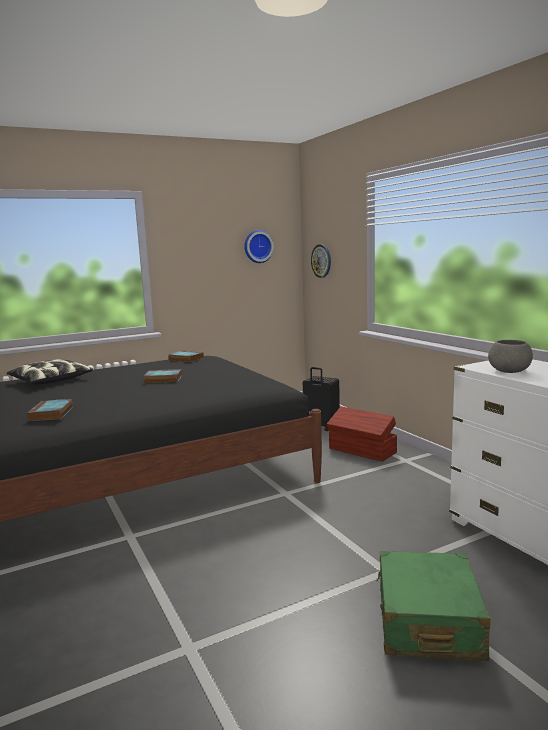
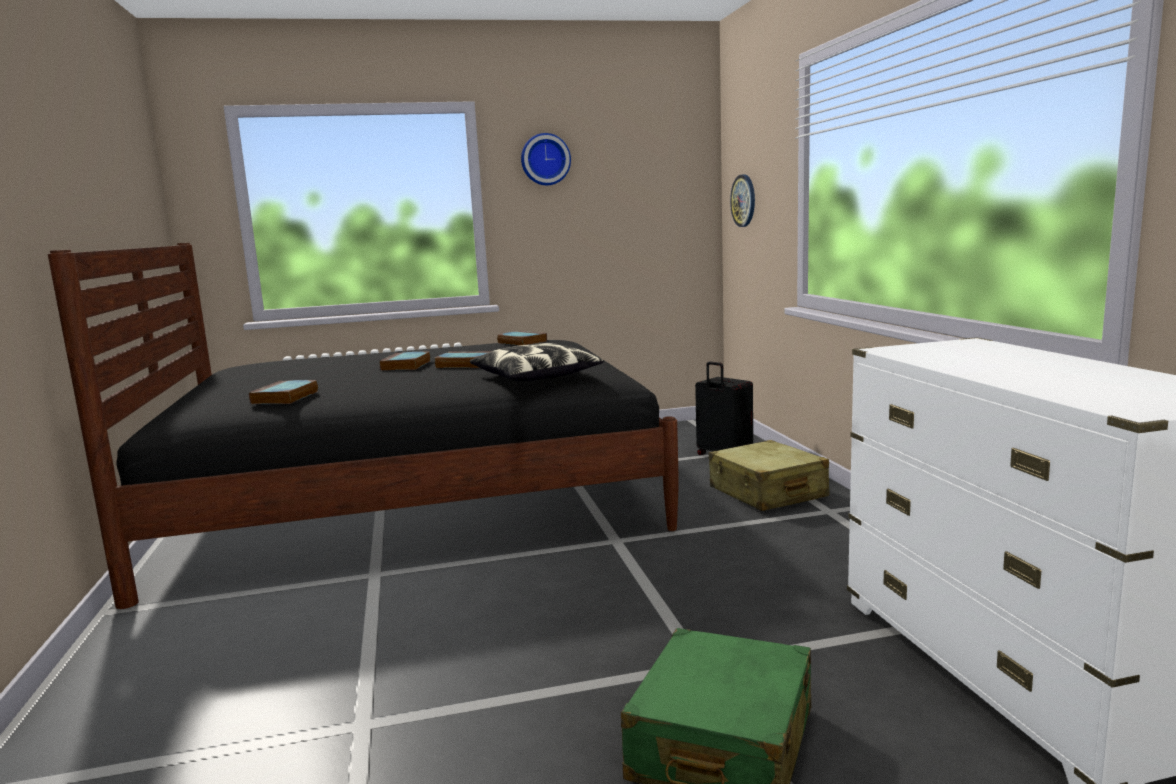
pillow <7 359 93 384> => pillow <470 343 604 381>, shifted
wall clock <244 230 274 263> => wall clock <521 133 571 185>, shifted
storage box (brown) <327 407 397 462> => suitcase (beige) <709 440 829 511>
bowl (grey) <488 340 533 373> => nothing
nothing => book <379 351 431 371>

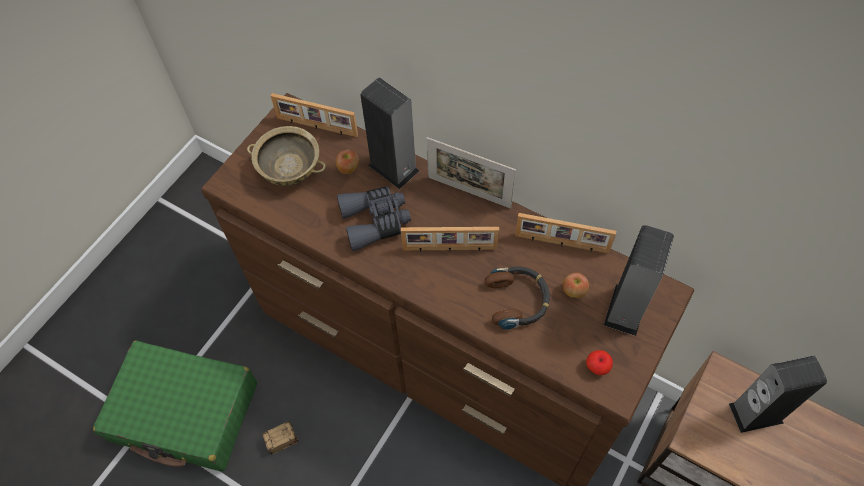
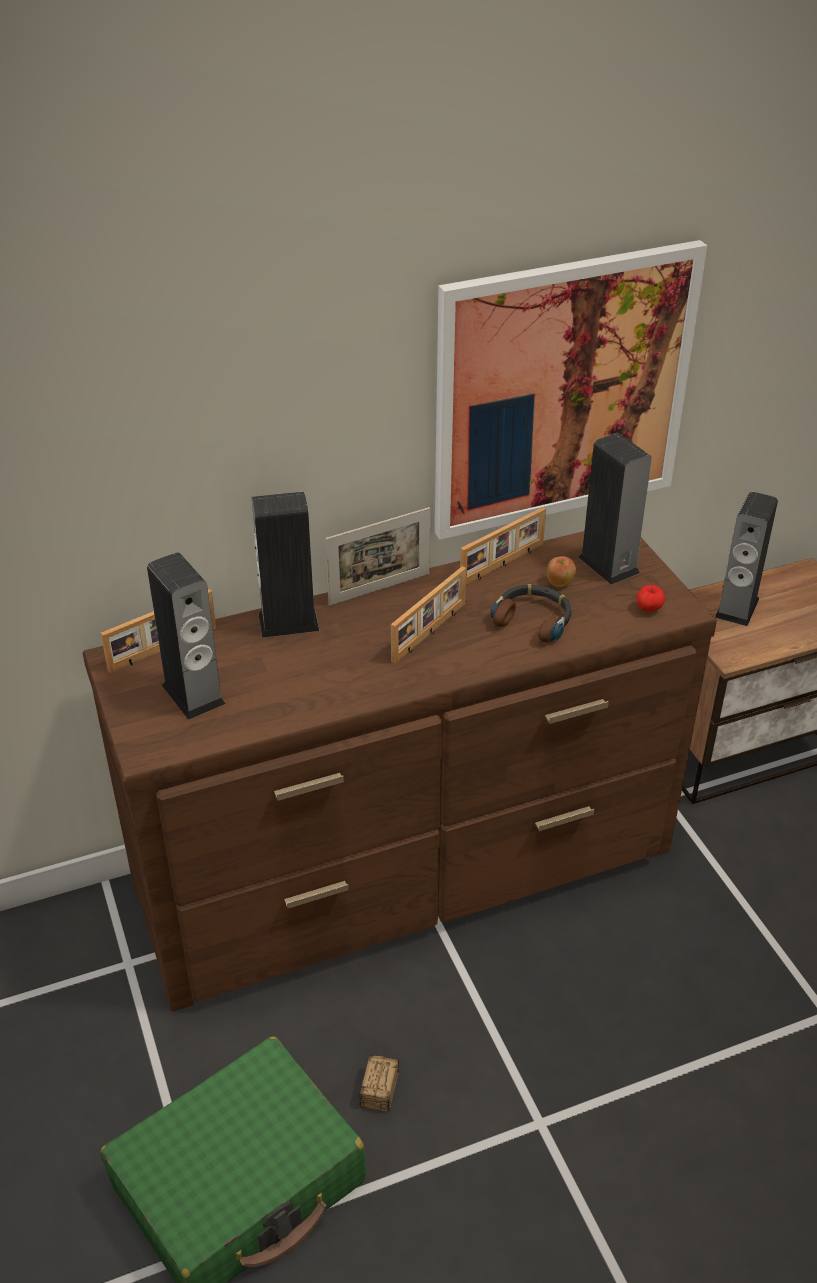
bowl (beige) <247 126 326 186> => speaker <147 553 225 720>
apple <336 150 359 174> => nothing
binoculars (grey) <337 186 411 251> => nothing
nothing => picture <435 240 708 540>

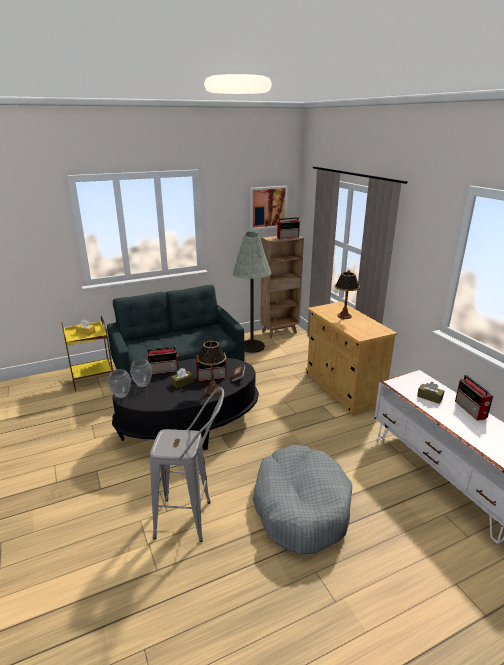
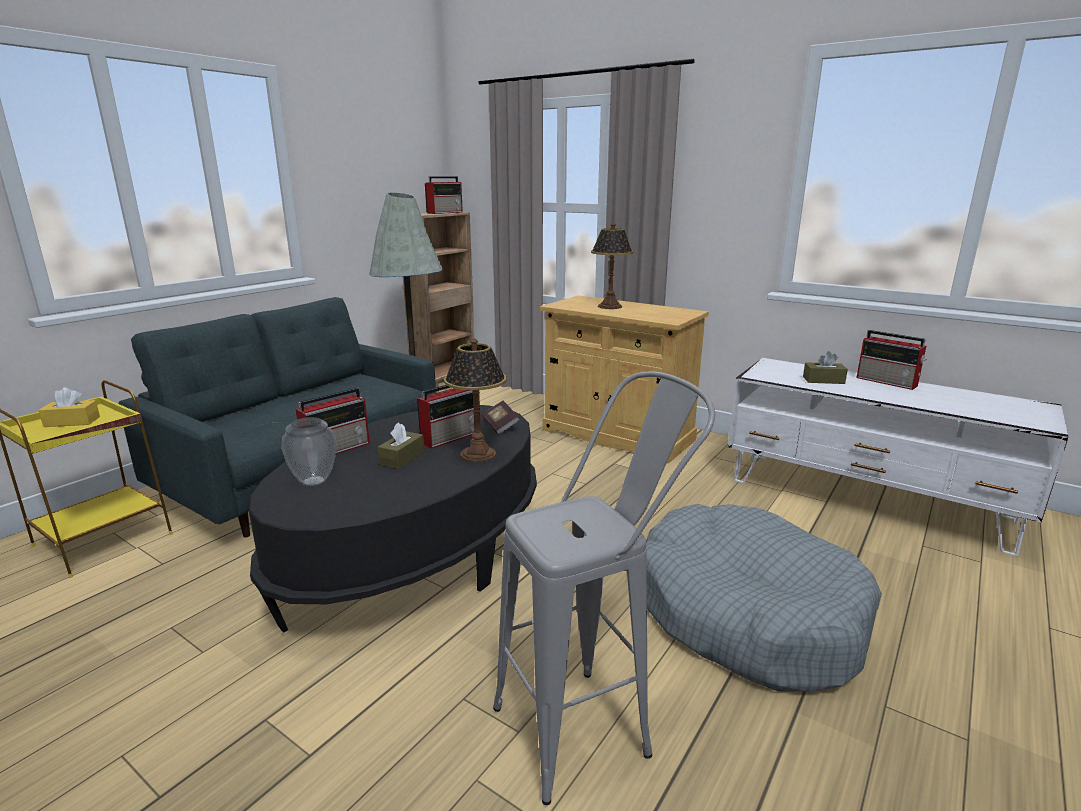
vase <108 369 131 398> => nothing
picture <250 186 288 230> => nothing

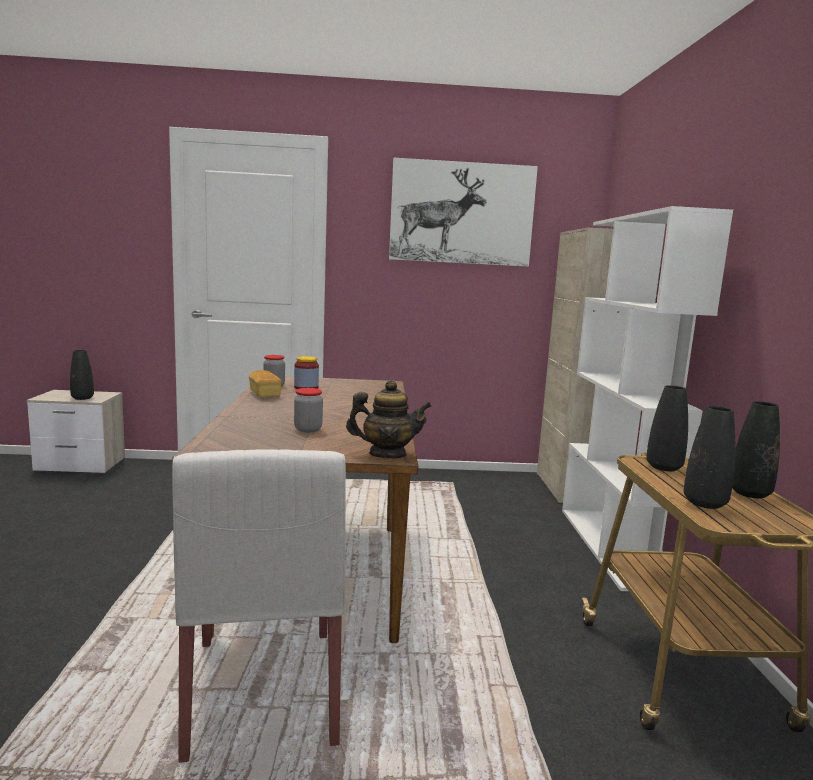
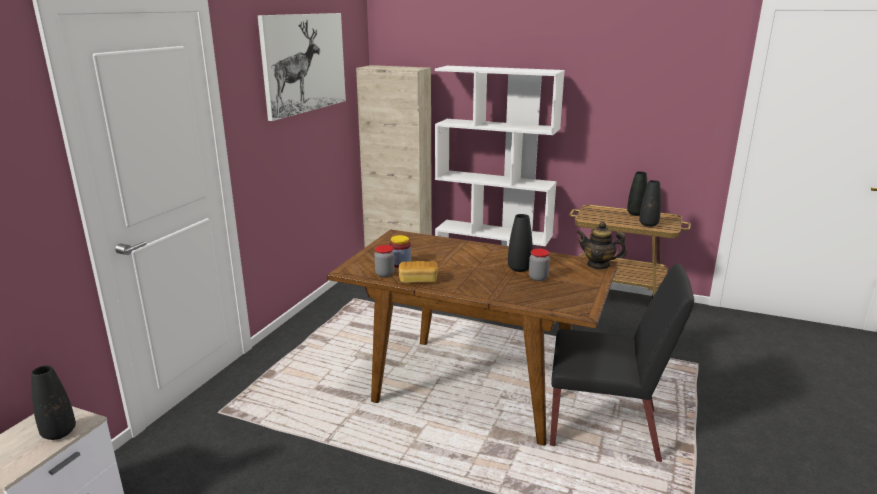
chair (white) <172 449 346 763> => chair (black) <550 263 694 462>
teapot <346 380 432 459> => teapot <577 222 627 270>, 90 degrees counterclockwise
vase (black) <646 385 688 471> => vase (black) <508 214 533 272>, shifted

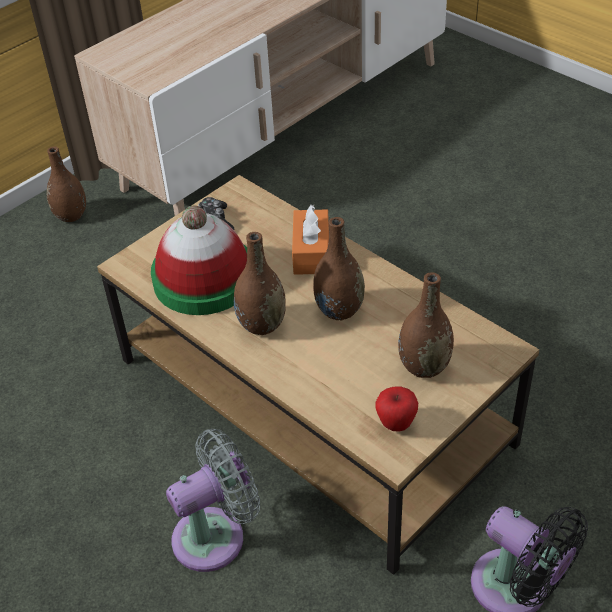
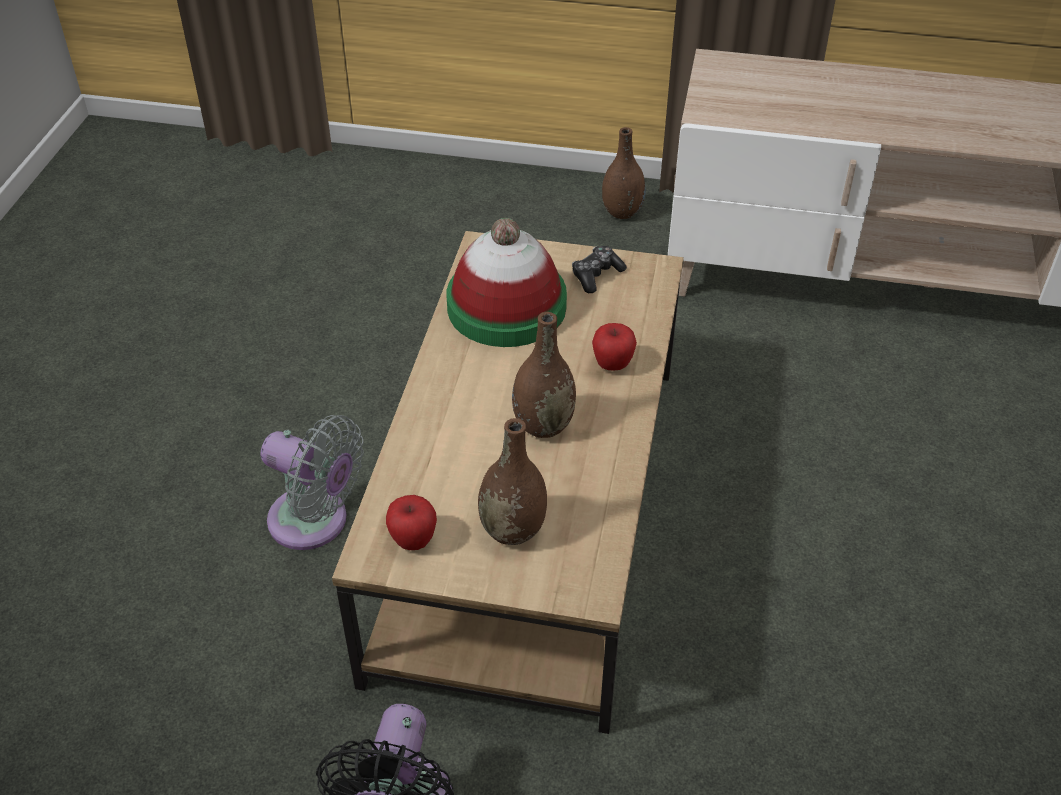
vase (brown) <234 232 286 335> => nothing
tissue box (orange) <292 205 329 275> => apple <592 323 637 371>

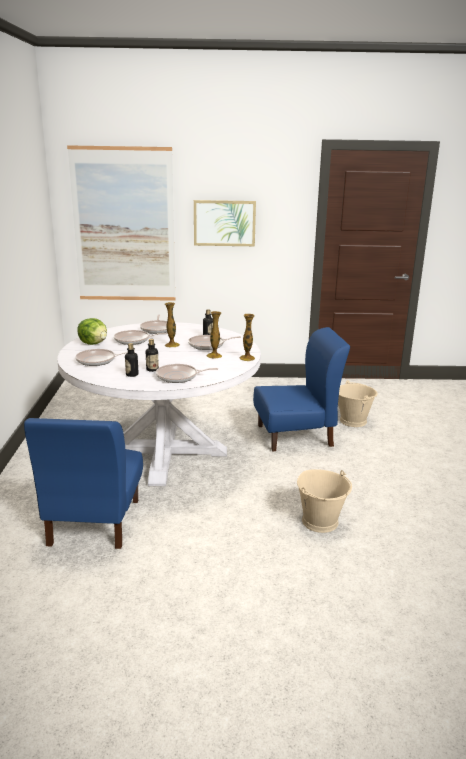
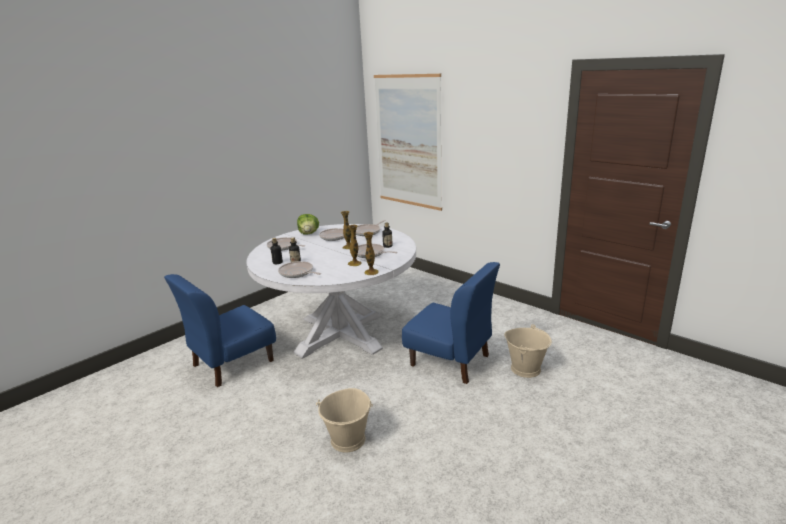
picture <194 200 256 246> => nothing

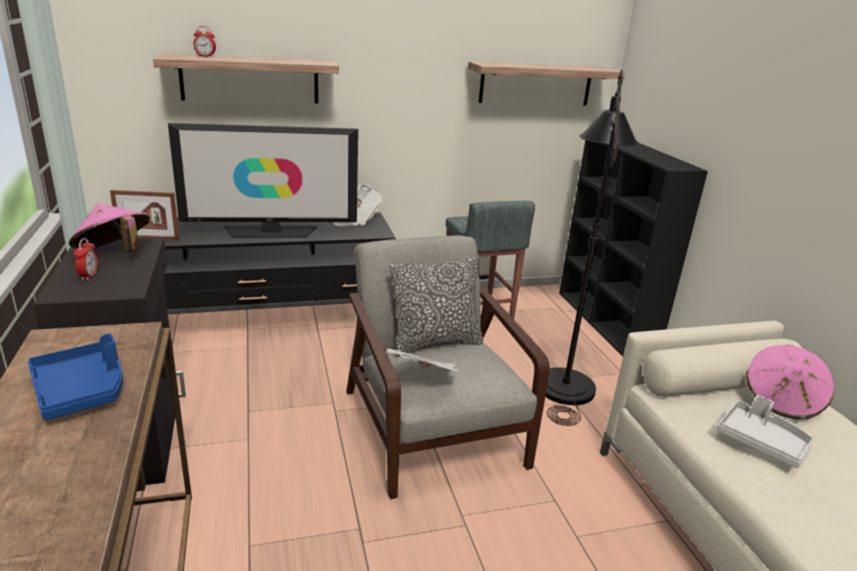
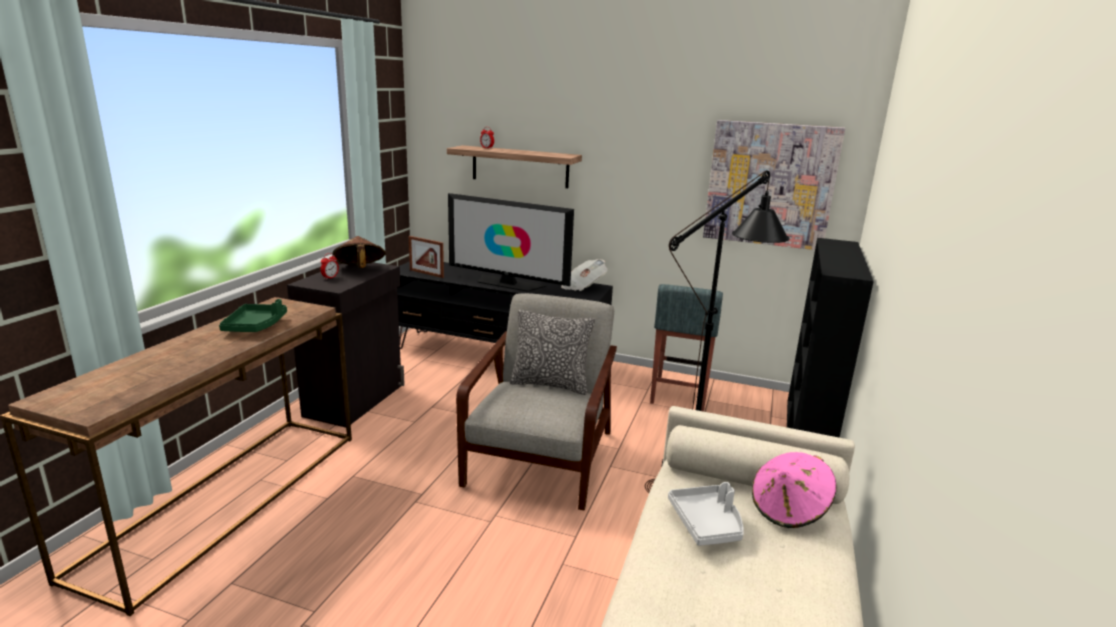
tray (blue) <28 333 123 420> => tray (green) <219 299 287 332>
hat (pink) <69 203 150 252> => hat (brown) <332 236 386 268>
newspaper <386 349 460 373> => nothing
shelf <468 62 625 105> => picture <703 120 845 250>

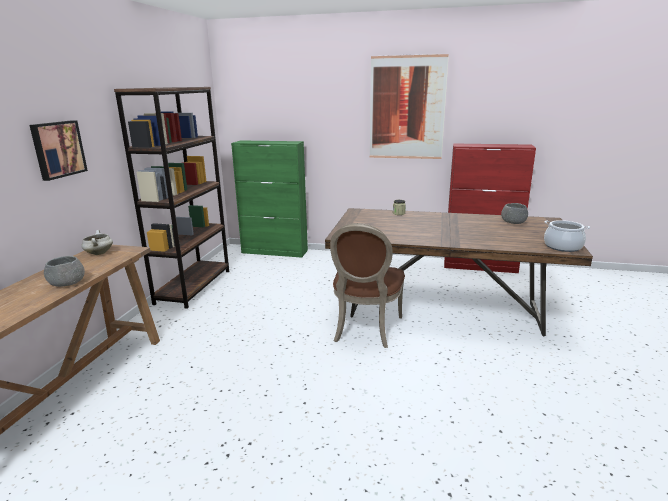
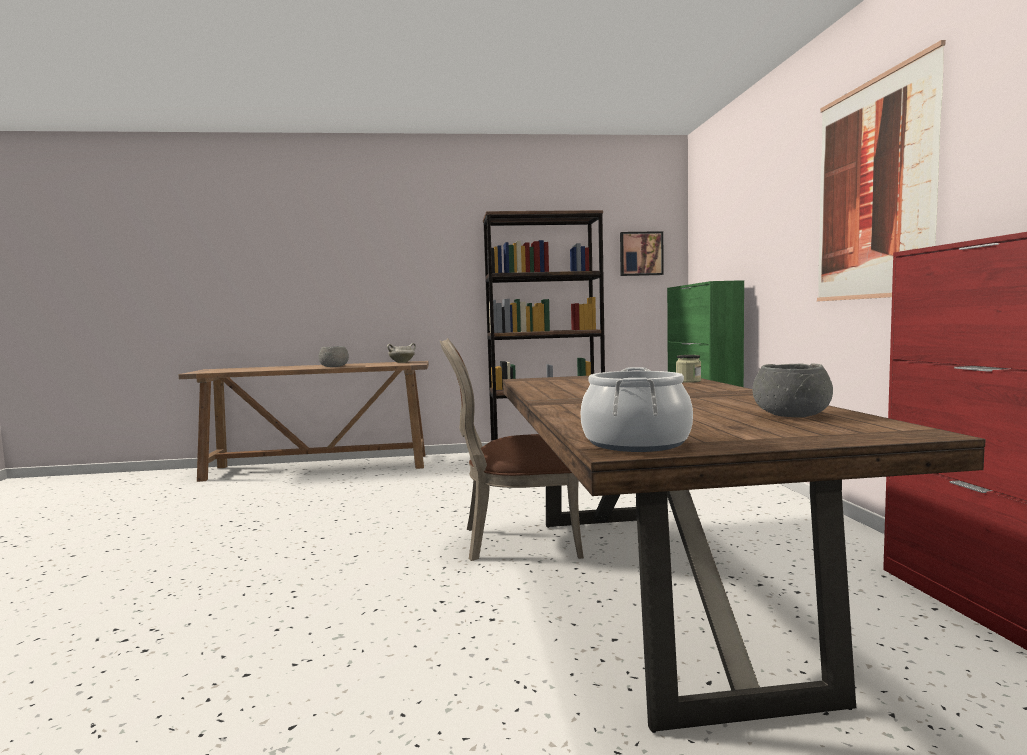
picture <29 120 88 181> => picture <620 231 664 276>, shifted

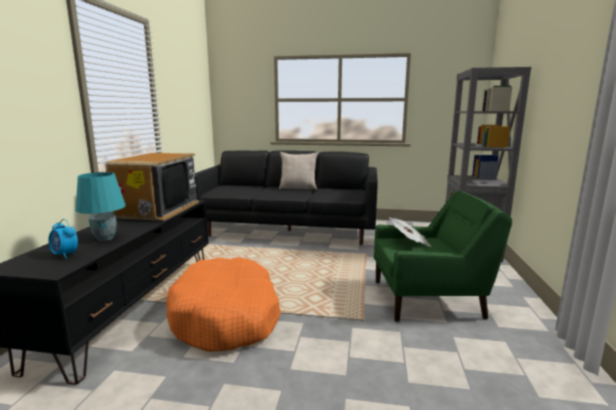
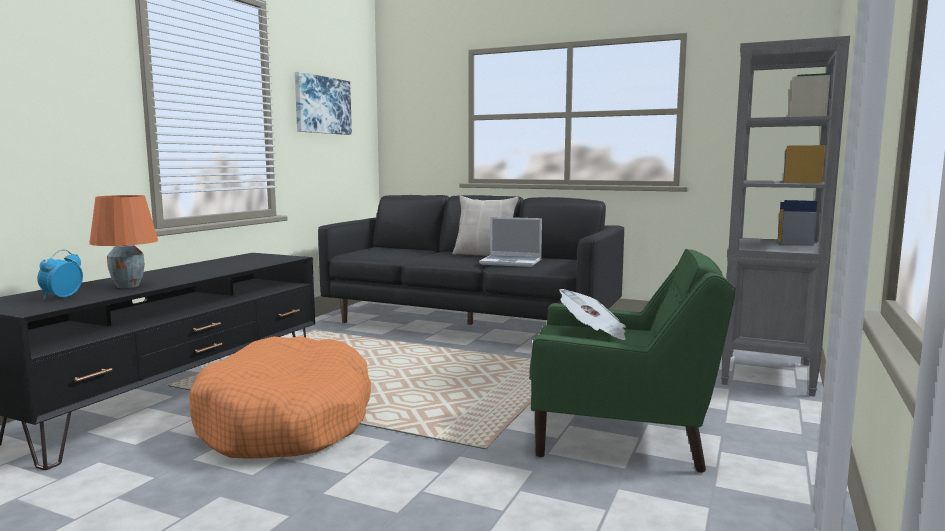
alarm clock <48 219 78 259> => alarm clock <37 249 83 300>, 60 degrees clockwise
table lamp (turquoise) <75 172 126 241> => table lamp (orange) <89 195 158 288>
television <105 153 199 221> => nothing
nothing => picture <295 72 352 135>
nothing => laptop <479 217 542 267>

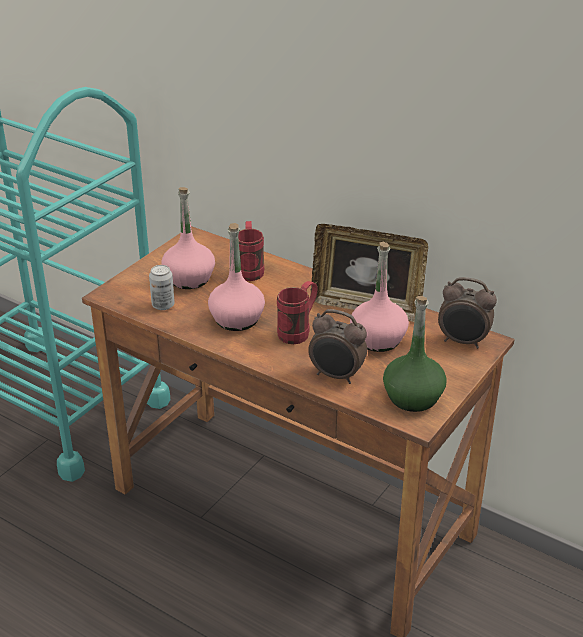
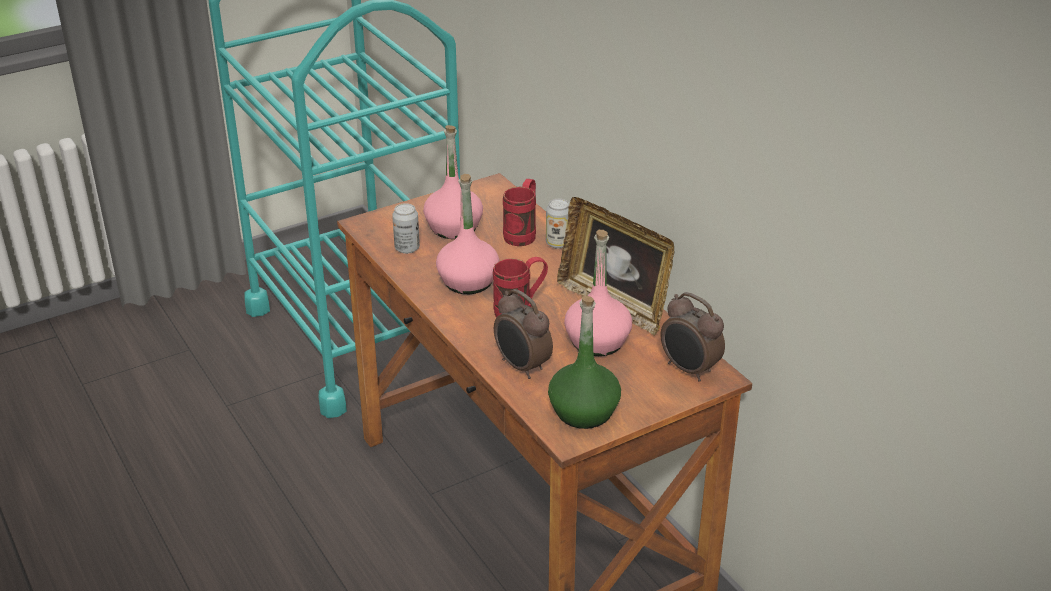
nothing => can <546 199 569 249>

